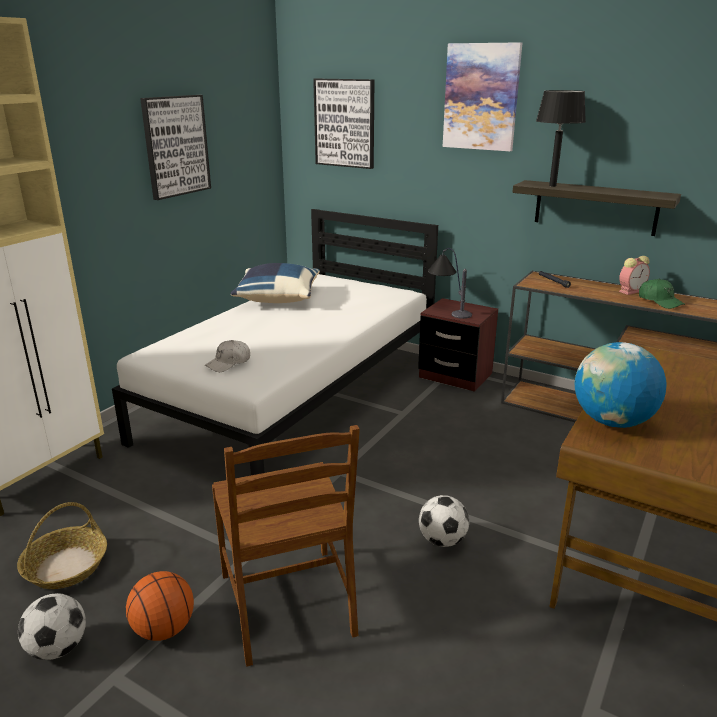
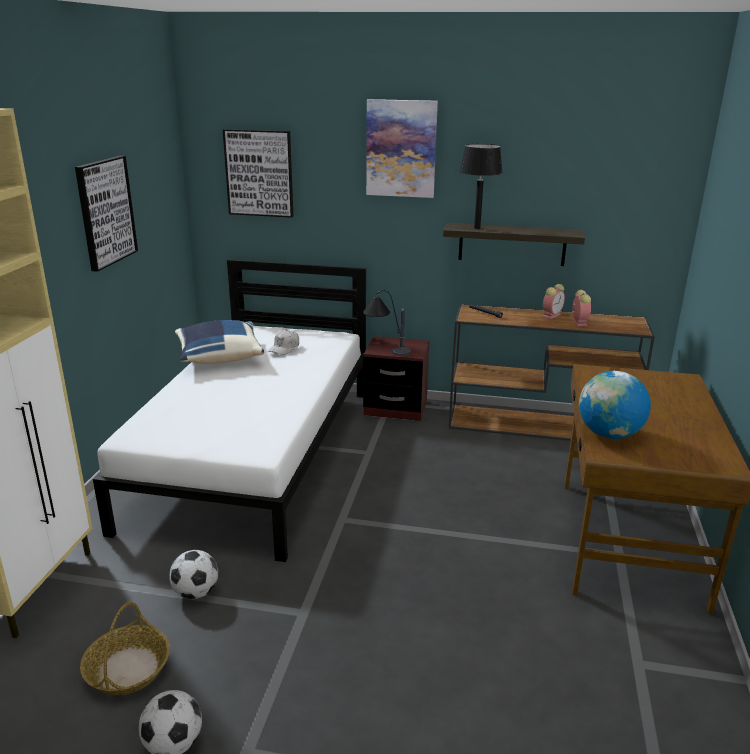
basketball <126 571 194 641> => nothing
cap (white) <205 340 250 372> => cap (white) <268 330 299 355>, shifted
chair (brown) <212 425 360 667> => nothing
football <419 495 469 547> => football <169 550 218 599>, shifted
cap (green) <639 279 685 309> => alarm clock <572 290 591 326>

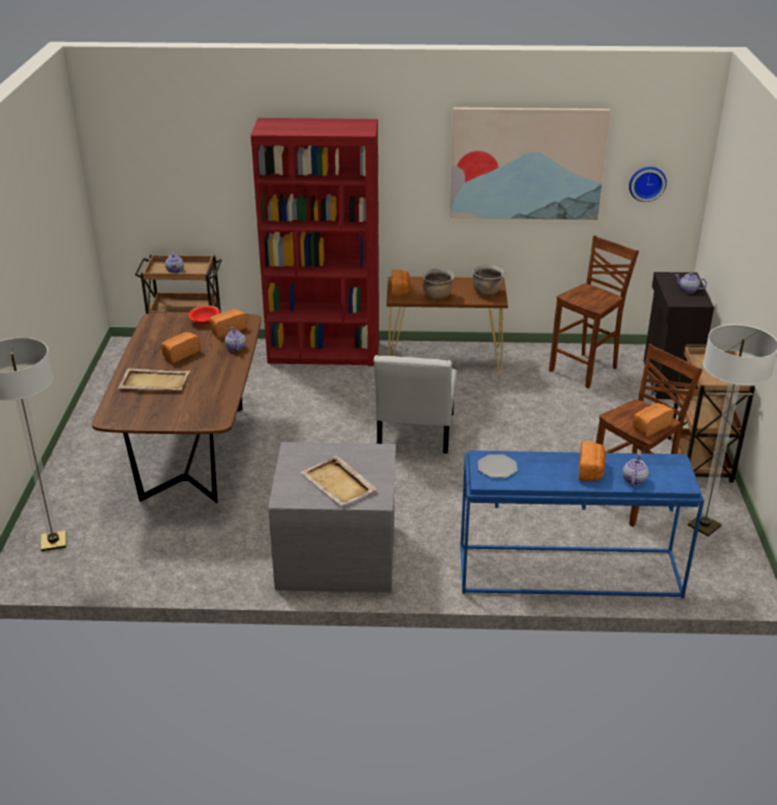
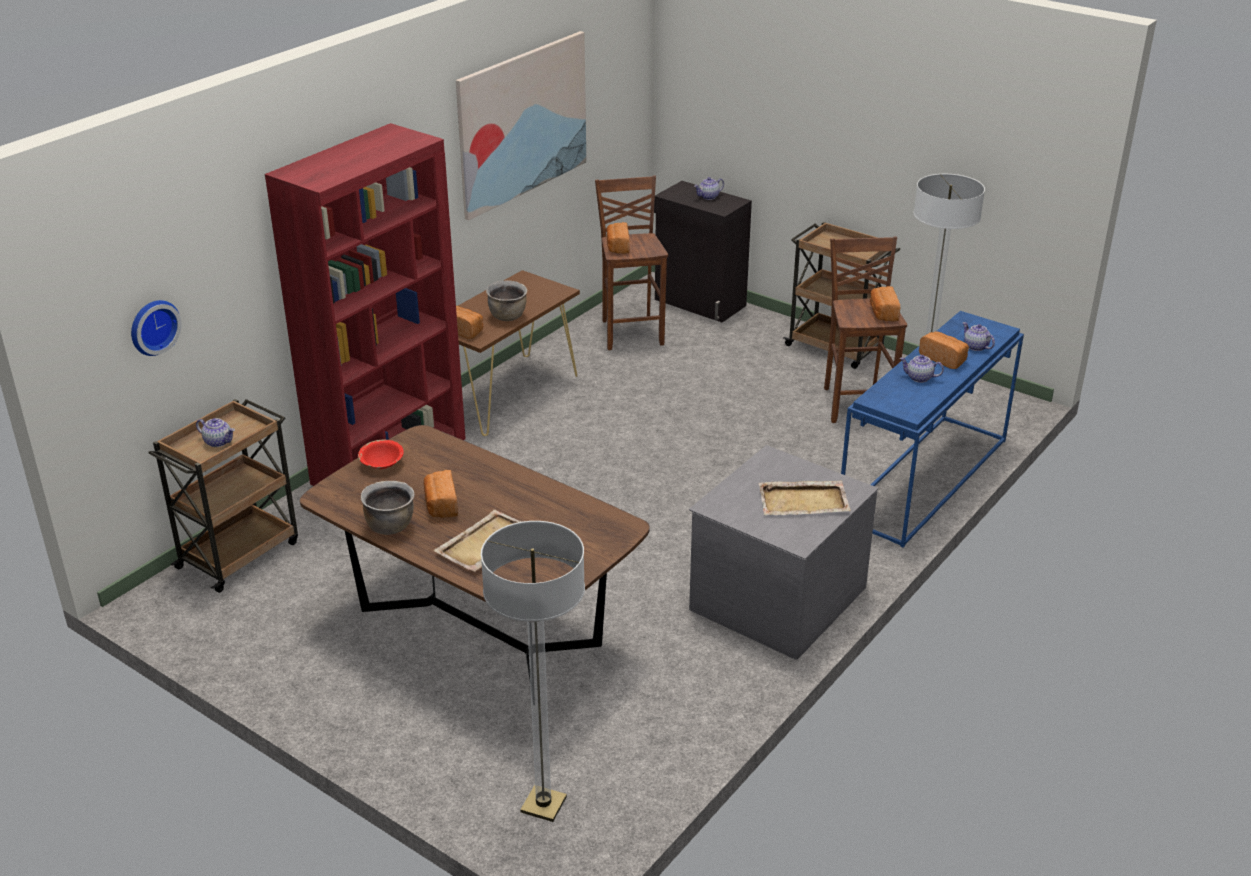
bread <209 309 247 337> => bread <607 222 629 254>, shifted
teapot <225 327 246 351> => teapot <899 355 944 383>, shifted
chair (white) <374 355 457 454> => nothing
cooking pot (brown) <472 265 504 296> => cooking pot (brown) <361 481 415 535>, shifted
plate <478 454 517 478> => nothing
wall clock <629 167 667 202> => wall clock <131 300 182 356>, shifted

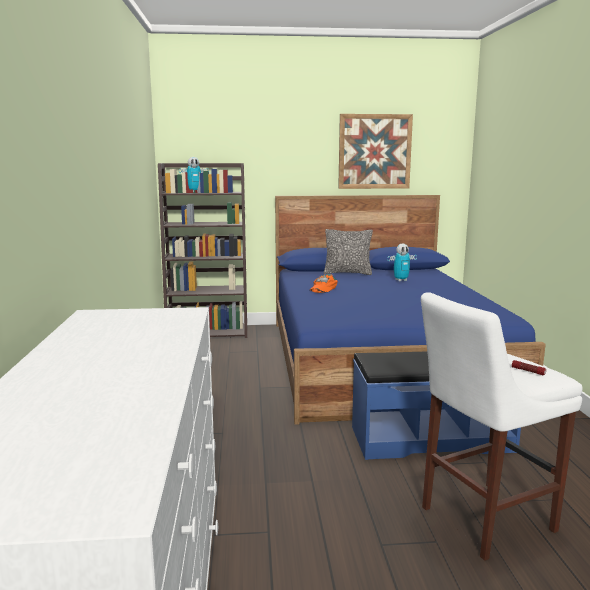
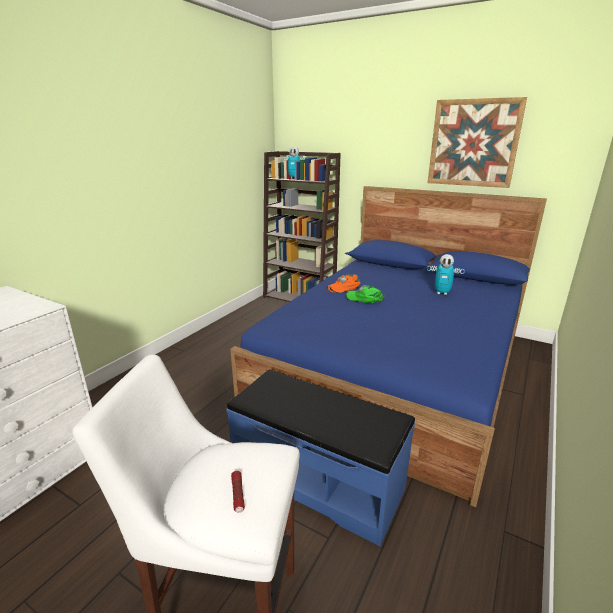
pillow <324 229 373 275> => nothing
nothing => cap (green) <346 285 385 303>

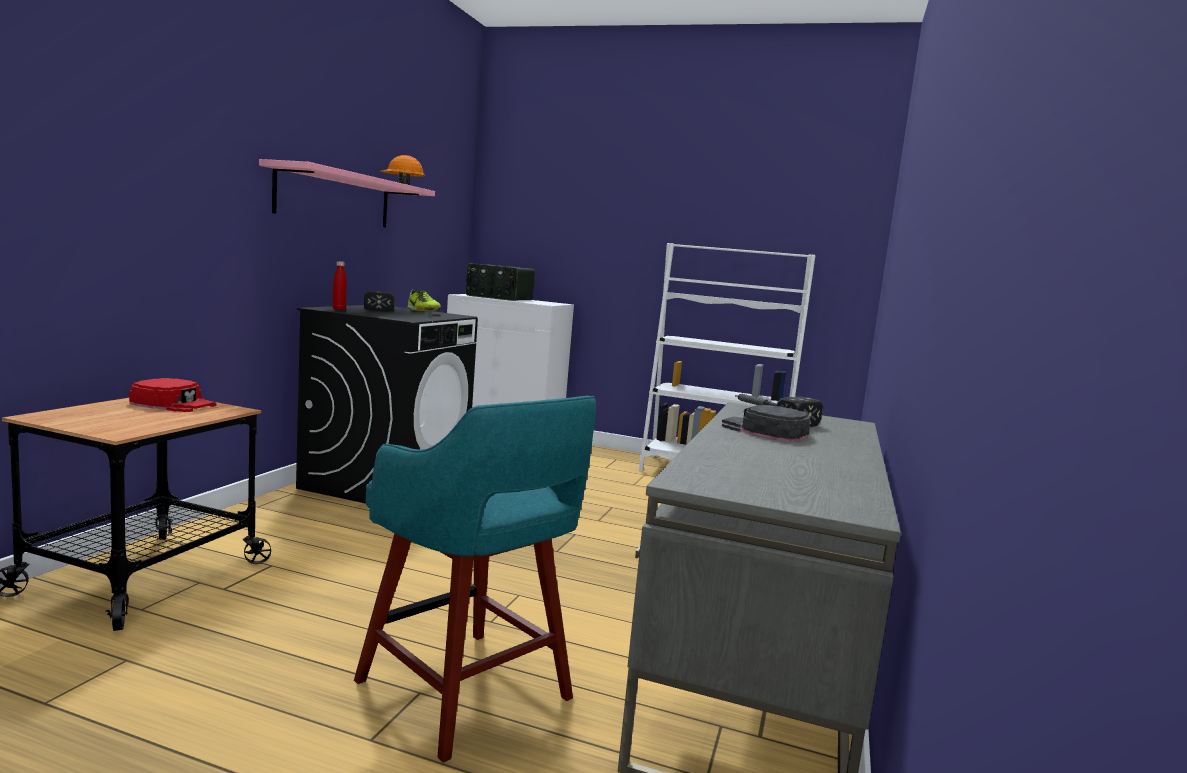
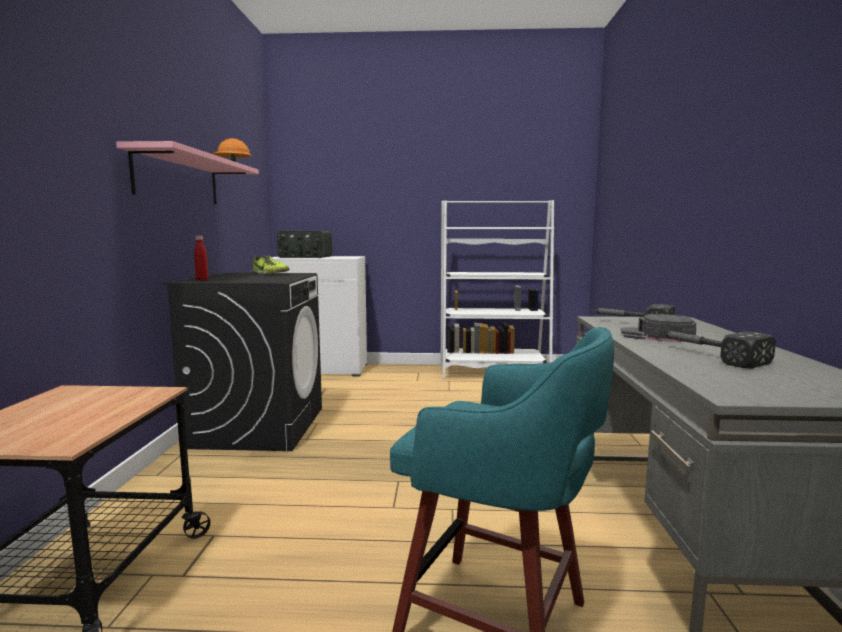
cap (red) <129 378 217 412> => nothing
hammer <364 291 394 311> => hammer <662 331 776 368>, shifted

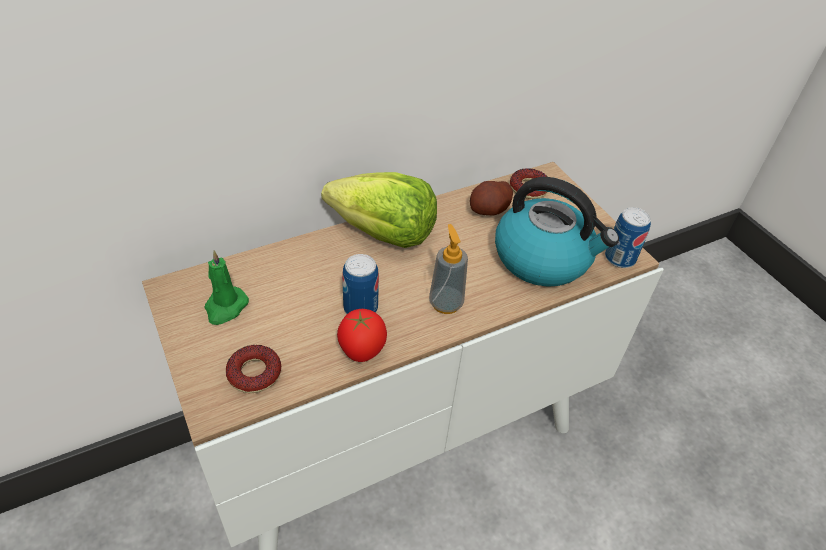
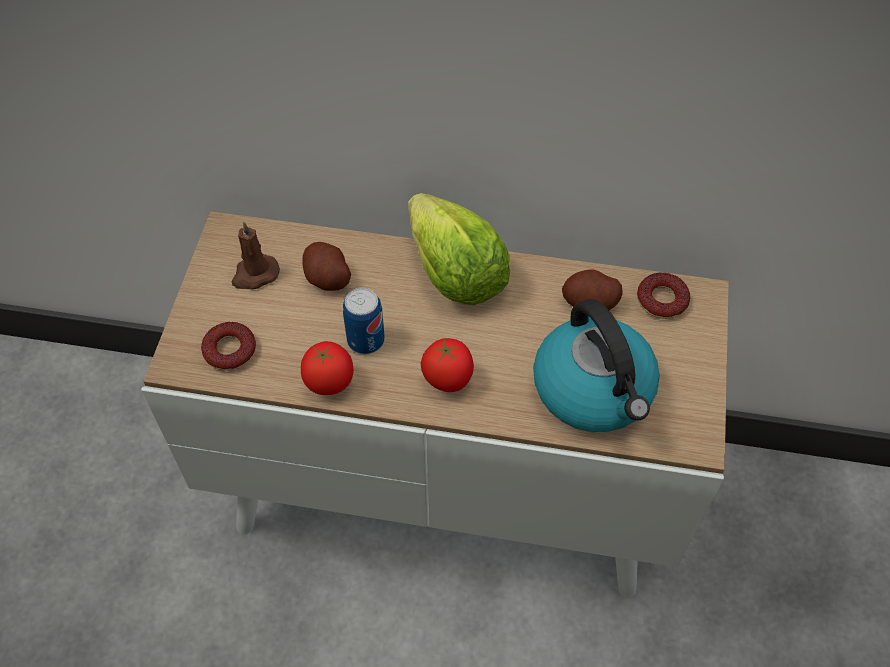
candle (green) <204 250 249 325> => candle (brown) <232 221 280 289>
soap dispenser <429 224 468 314> => tomato <420 338 474 392>
can <605 207 651 268> => nothing
nothing => potato <302 242 351 291>

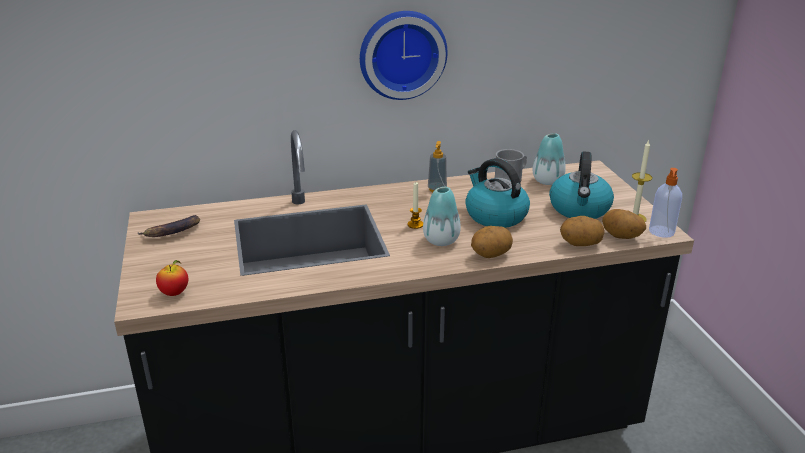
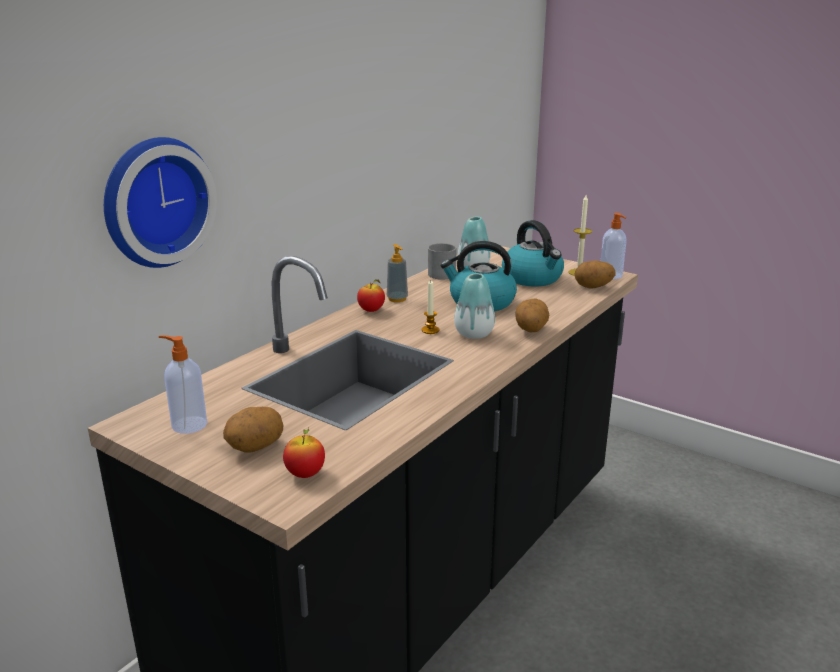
banana <138 215 200 237> => soap dispenser <159 335 207 434>
wall clock <360 11 448 100> => wall clock <104 137 217 268>, shifted
potato <560 216 604 246> => potato <223 407 283 453>, shifted
nothing => apple <357 279 385 312>

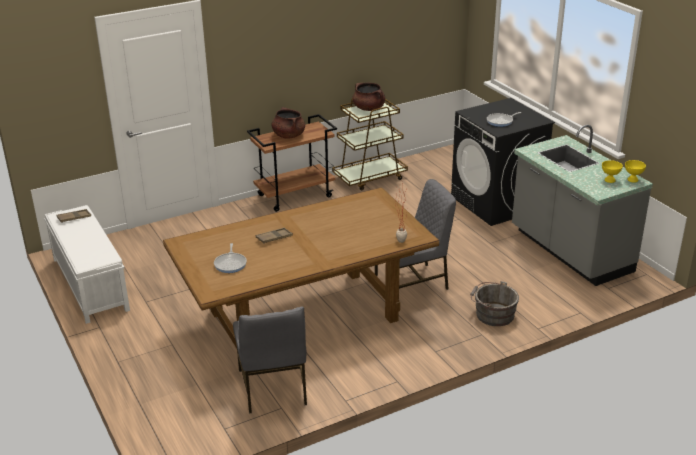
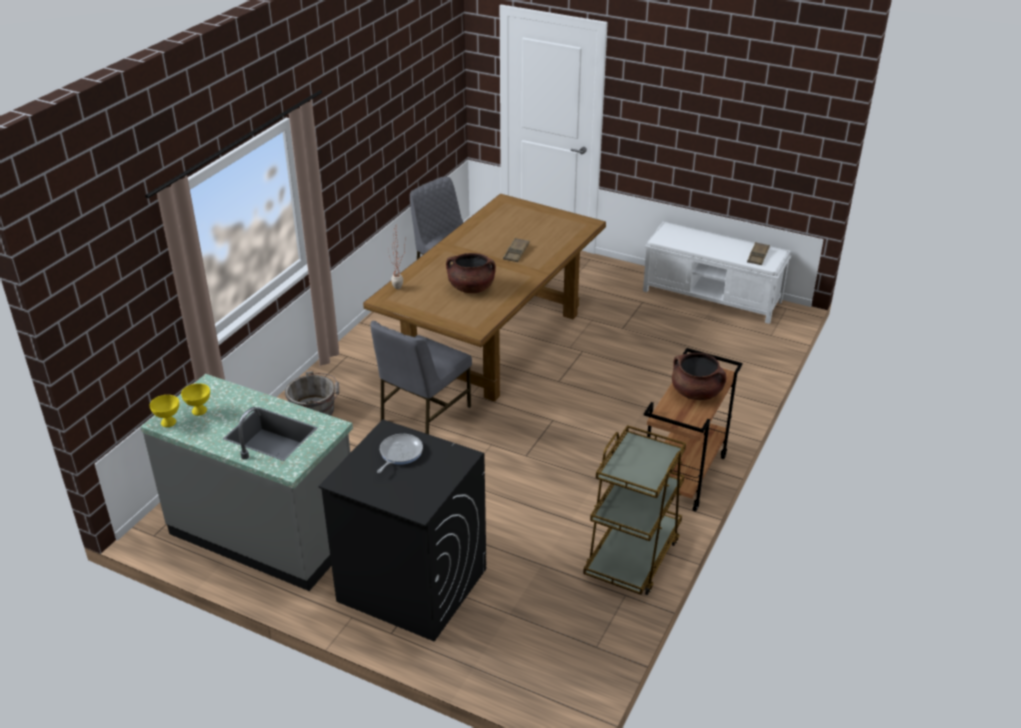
frying pan <214 243 247 273> => nothing
cooking pot (brown) <352 83 385 111> => cooking pot (brown) <446 253 496 293>, shifted

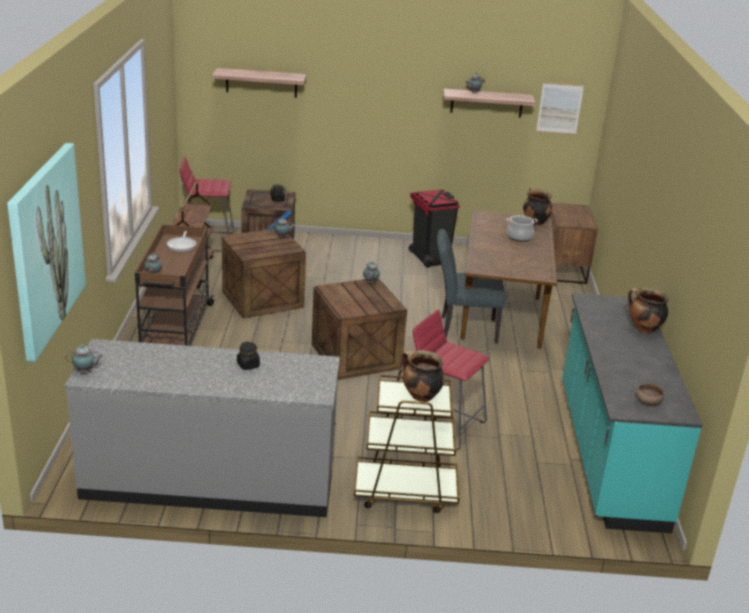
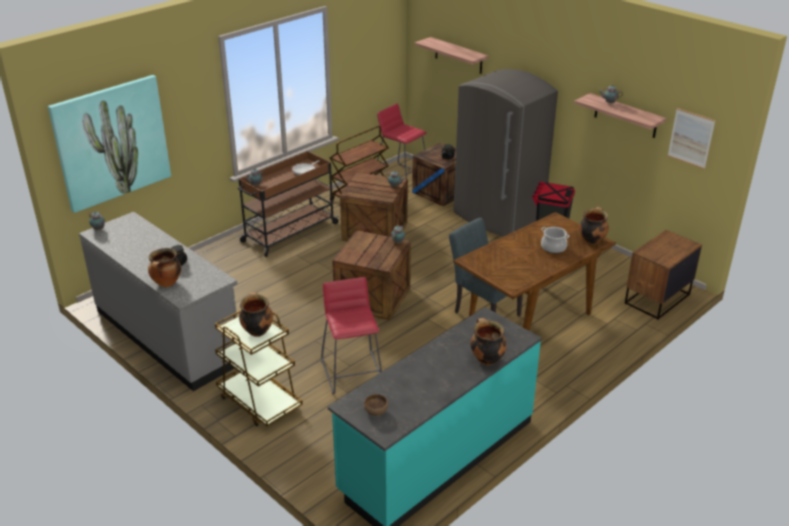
nothing => cooking pot <148 248 181 287>
nothing => fridge (grey) <453 69 558 237>

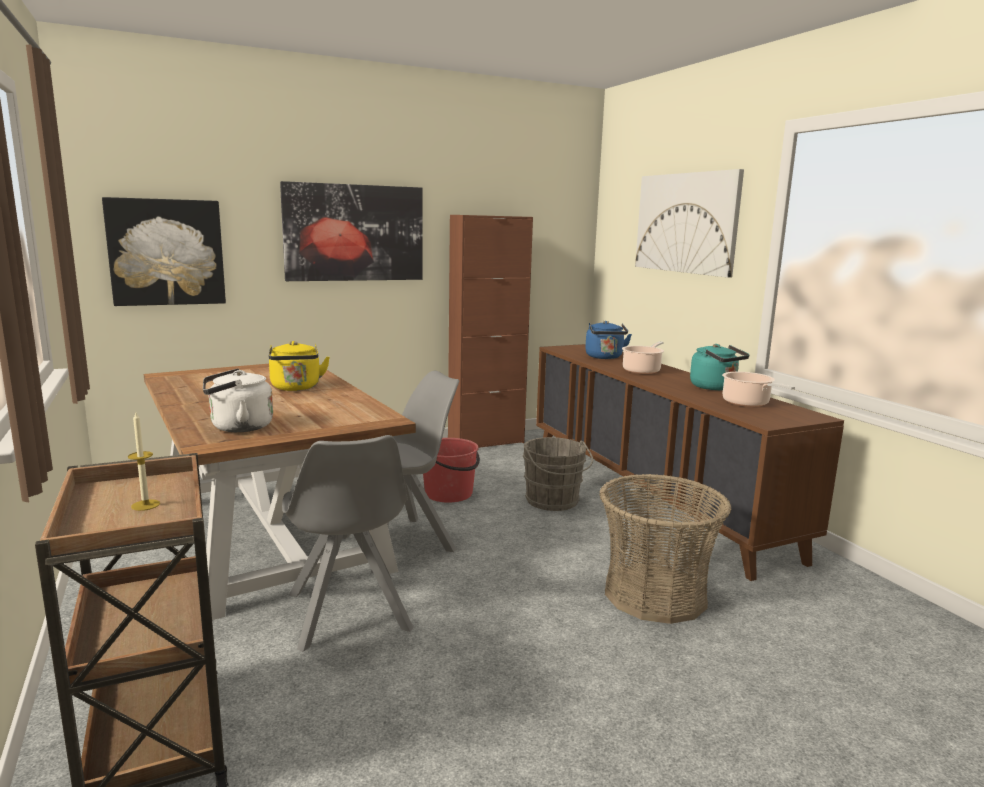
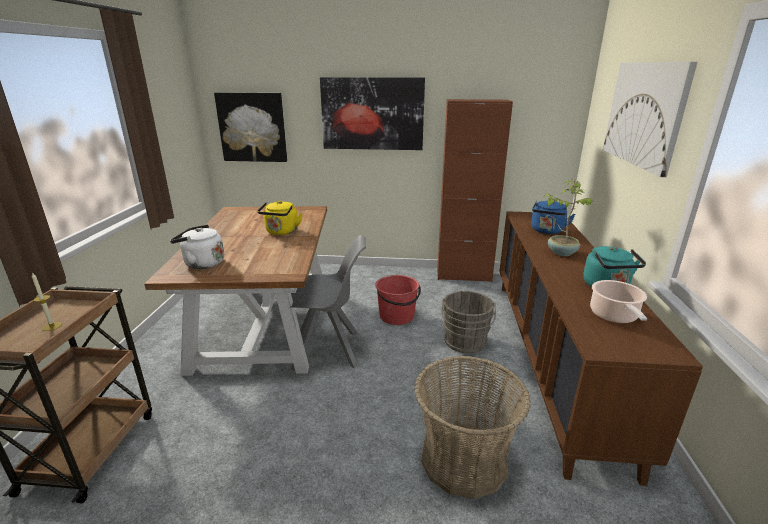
chair (grey) <282 435 414 652> => nothing
cooking pot <622 341 664 374> => potted plant <544 179 594 256>

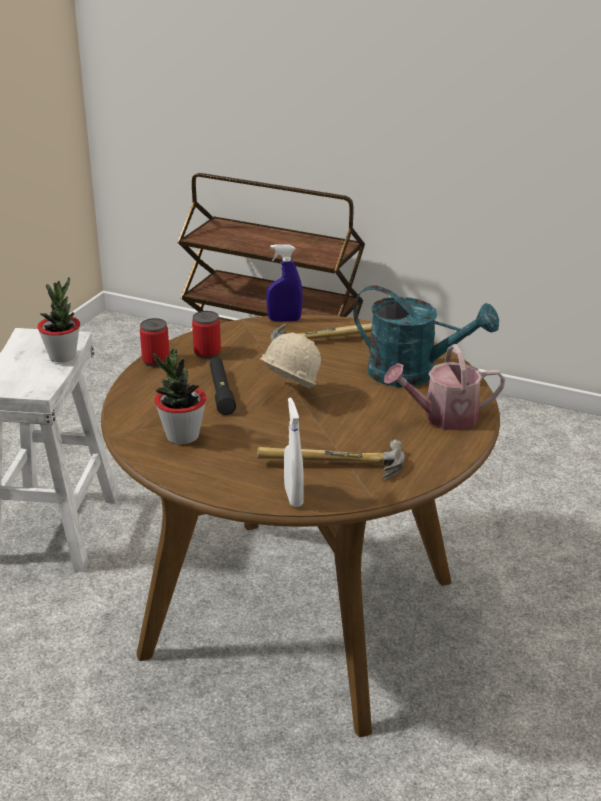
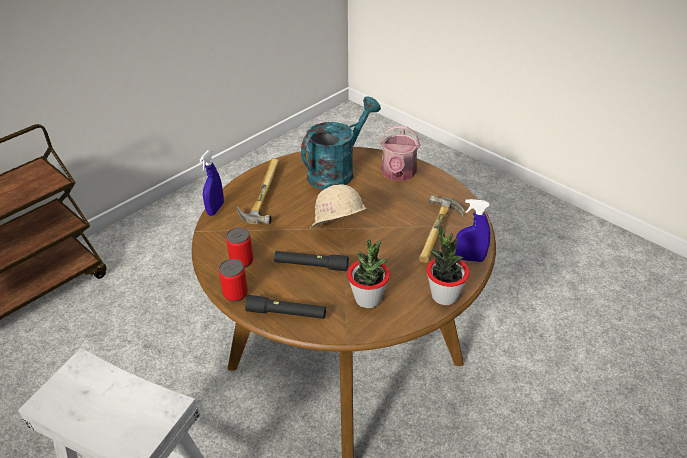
potted plant <37 277 80 362> => potted plant <426 224 470 305>, shifted
spray bottle (white) <284 398 304 507> => spray bottle (blue) <455 199 490 262>
nothing => flashlight (black) <245 295 326 319>

